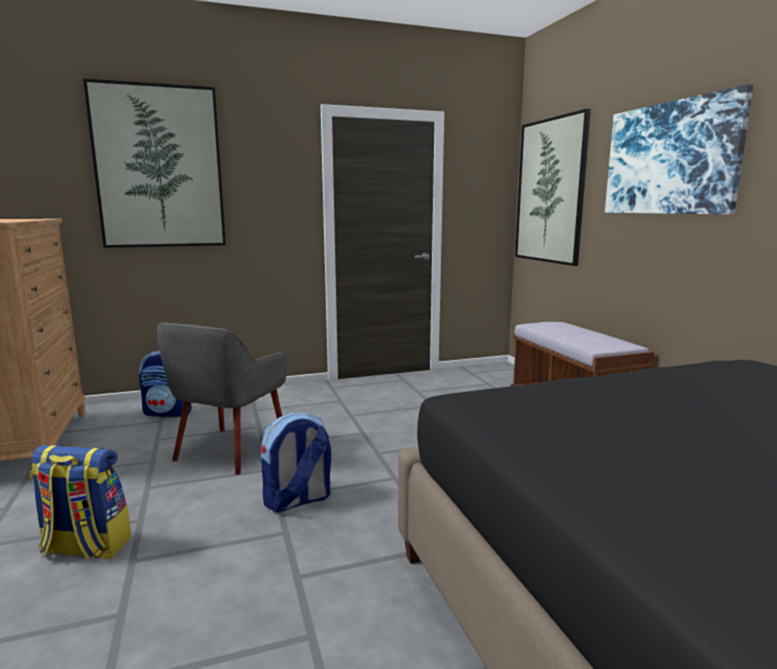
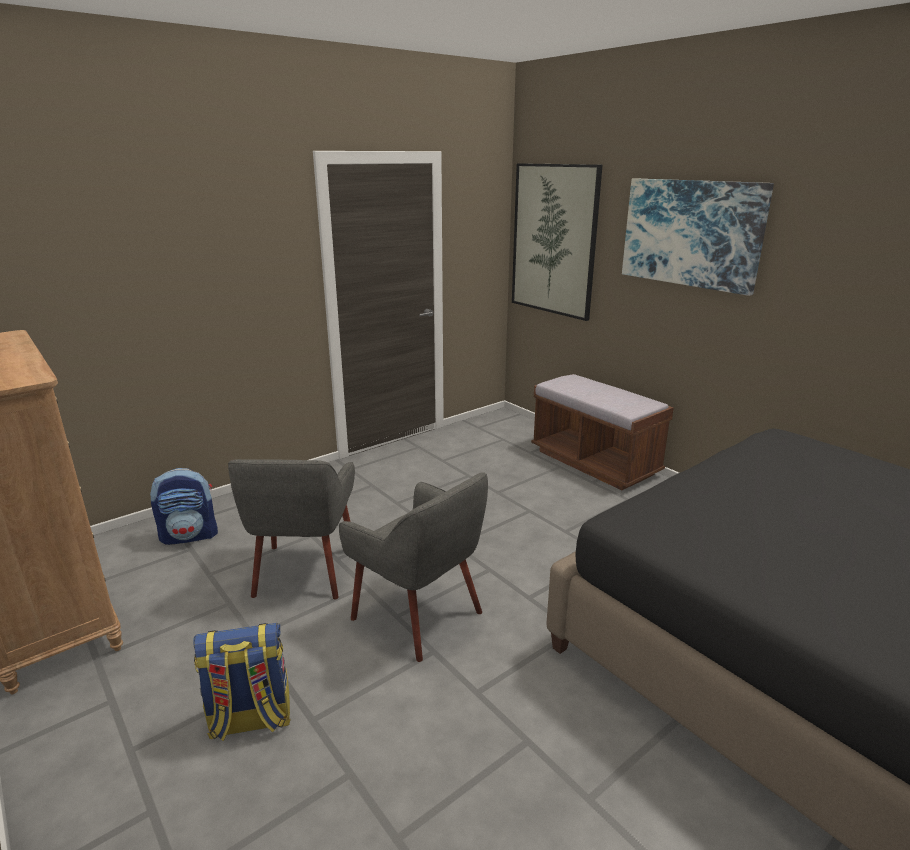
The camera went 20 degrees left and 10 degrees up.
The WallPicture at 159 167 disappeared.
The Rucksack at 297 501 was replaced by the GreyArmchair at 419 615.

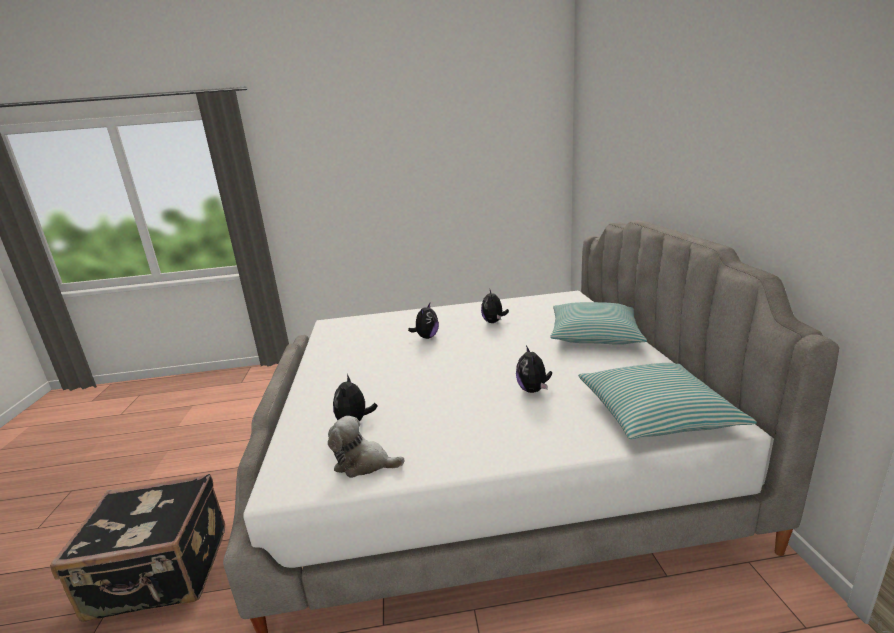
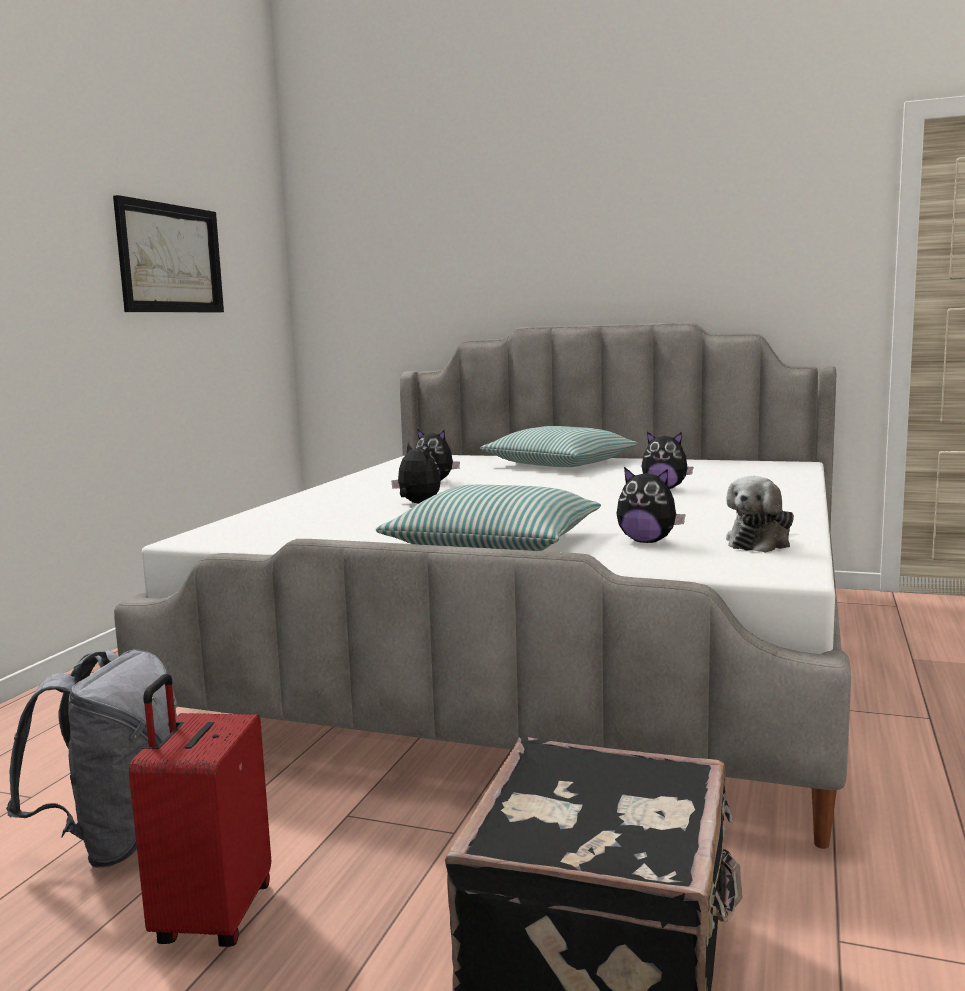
The camera went 65 degrees left and 10 degrees down.
The Cushion moved from 655 413 to 494 544.
The WallPicture at 170 259 appeared.
The GreyRucksack at 117 840 appeared.
The RedColouredSuitcase at 211 916 appeared.

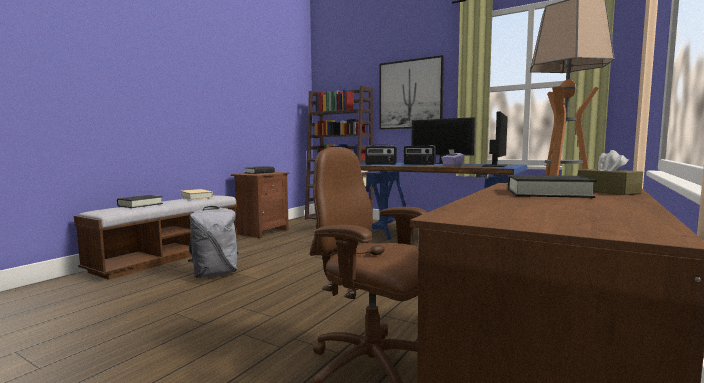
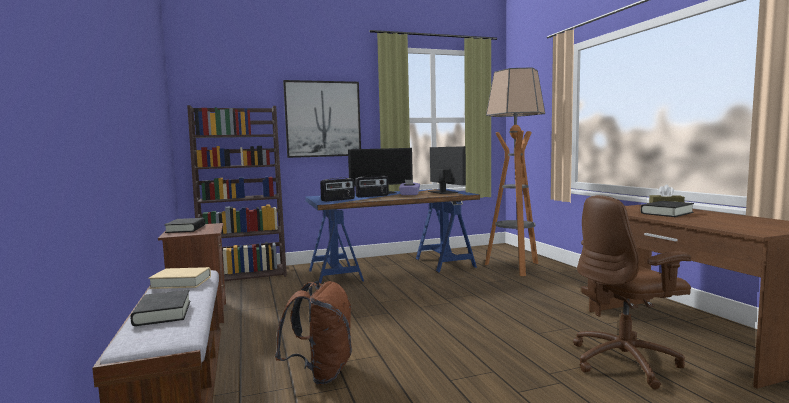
The camera went 50 degrees left and 0 degrees up.
The GreyRucksack at 215 274 became the BrownishRucksack at 321 373.

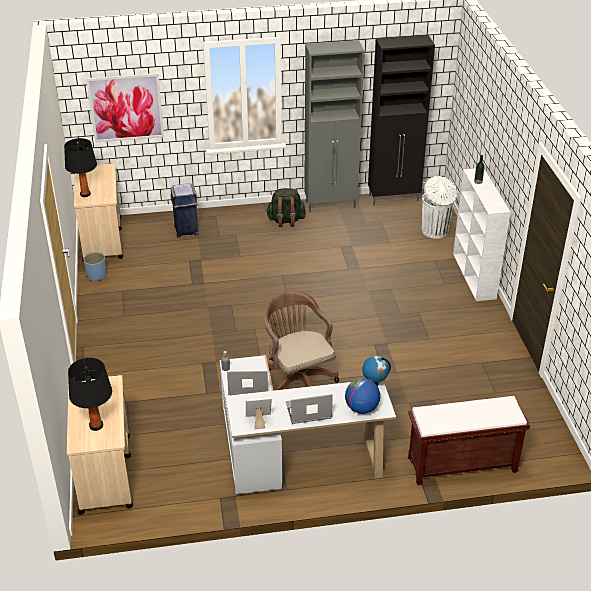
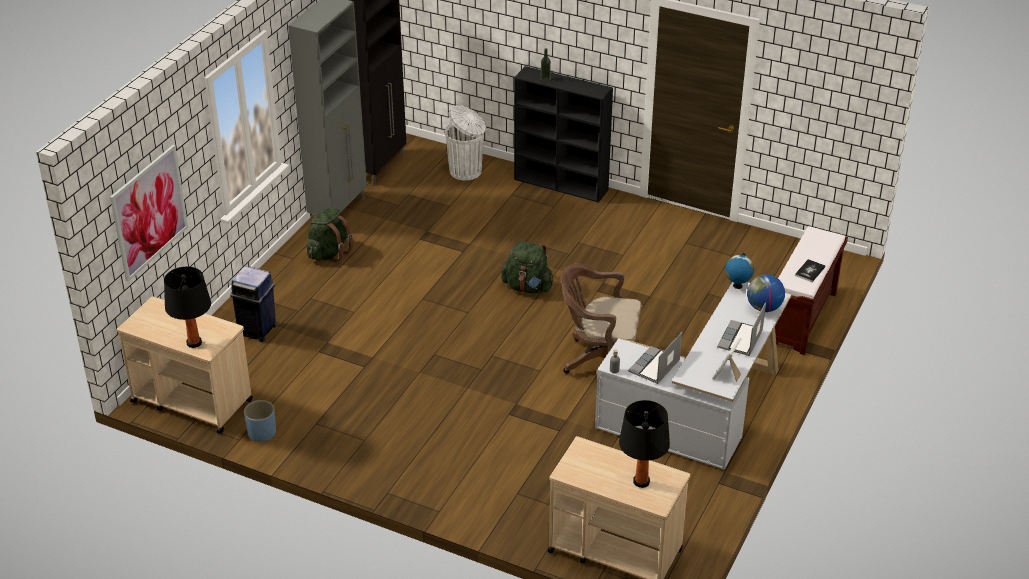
The camera went 55 degrees left and 0 degrees up.
The WhiteColouredShelvingUnit at 474 276 became the BlackShelvingUnit at 562 185.
The GreenRucksack at 528 287 appeared.
The Book at 810 271 appeared.

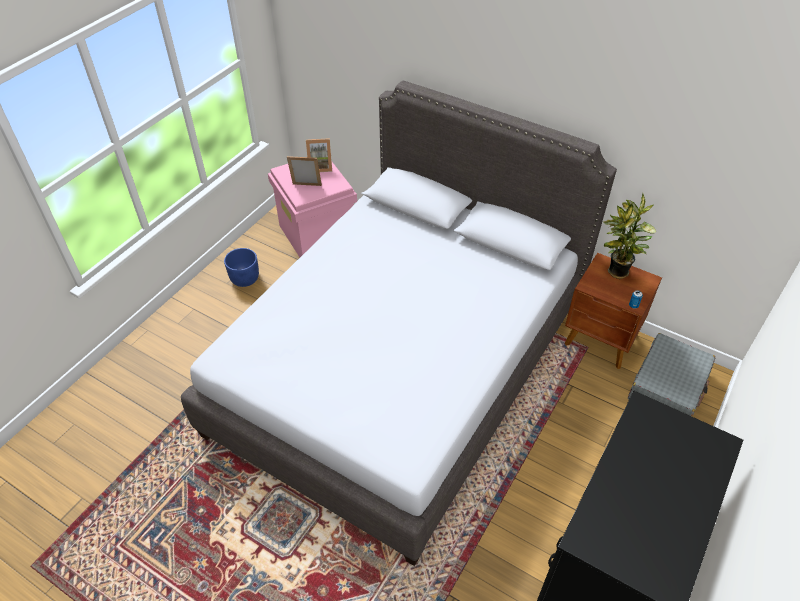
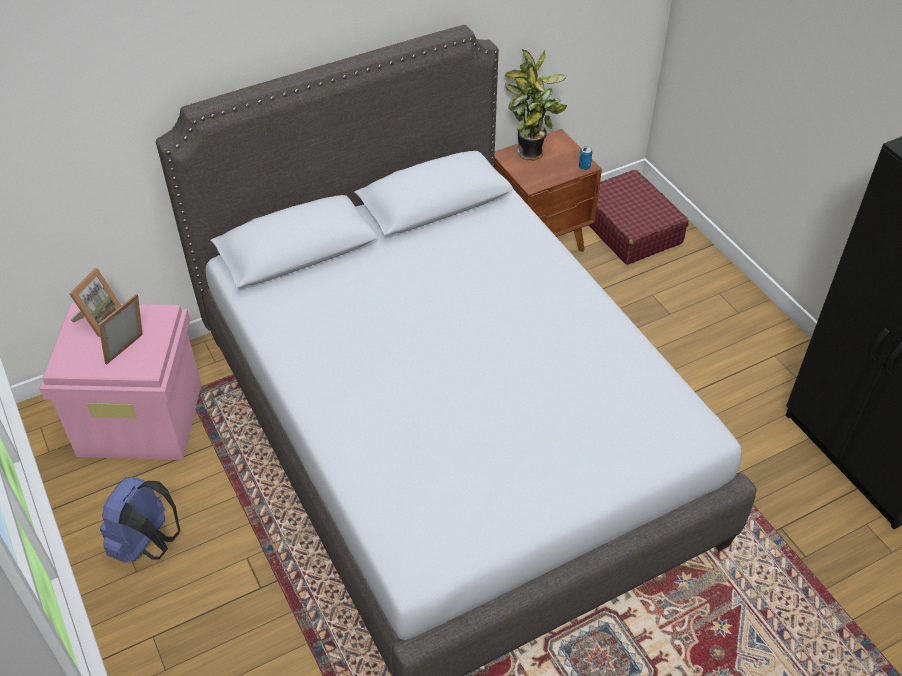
The camera went 60 degrees left and 0 degrees up.
The BluishPlantPot at 244 278 was replaced by the BluishRucksack at 148 544.
The GreySuitcase at 668 386 became the RedColouredSuitcase at 629 228.

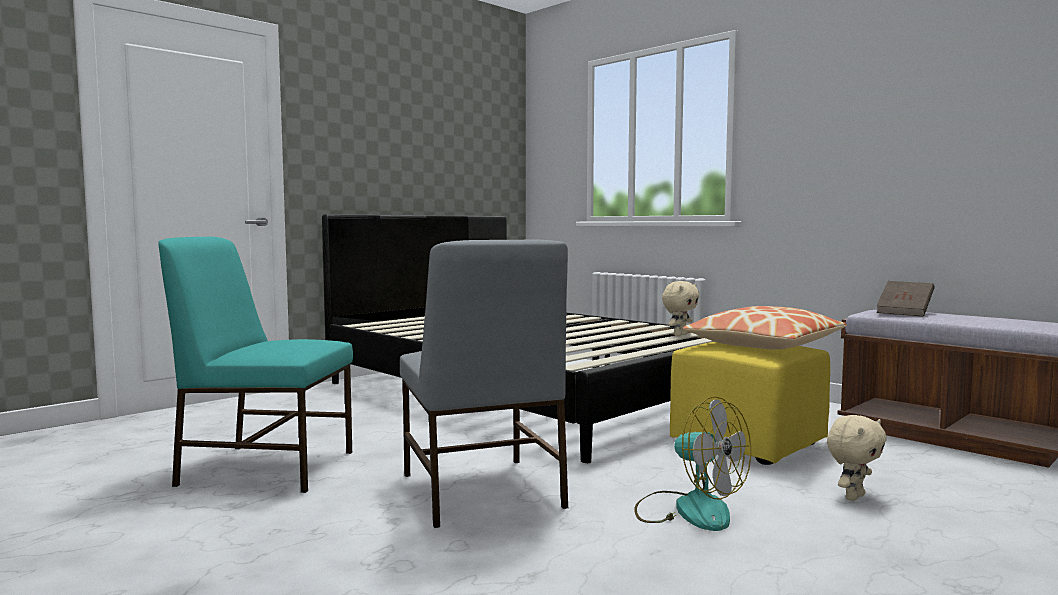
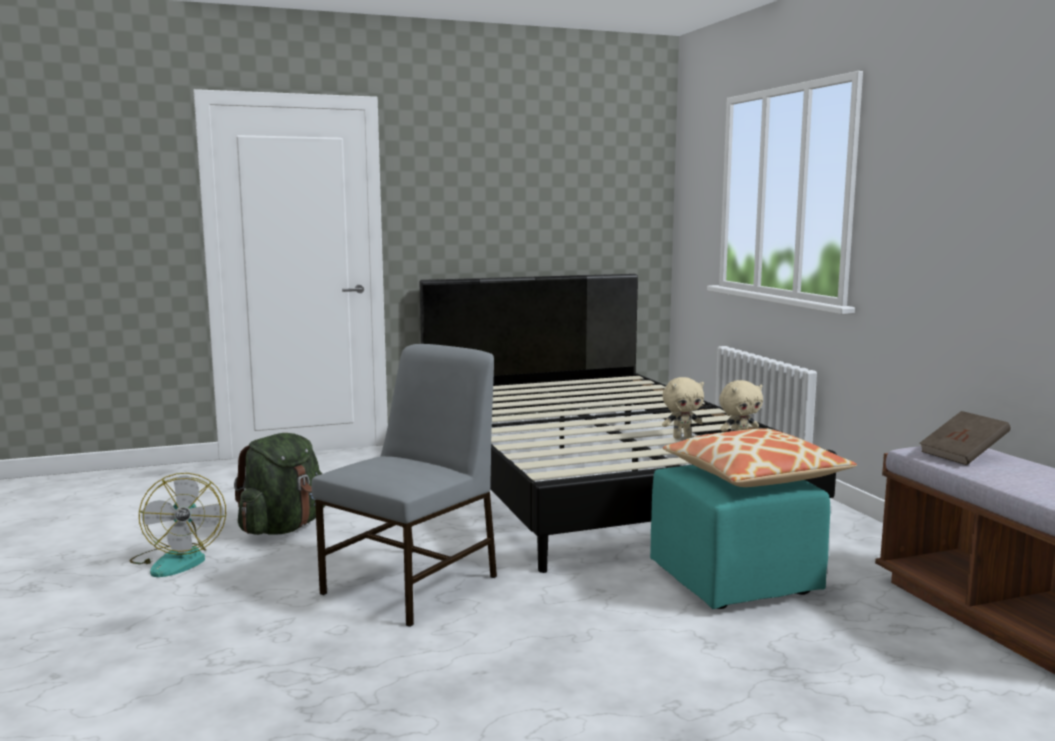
The camera went 25 degrees right and 5 degrees up.
The BlueGreenPlainChair at 265 467 was replaced by the GreenRucksack at 283 528.
The GreyPlainChair at 480 492 turned 150 degrees counterclockwise.
The YellowPouffe at 748 444 became the BlueGreenPouffe at 734 580.
The ElectricFan moved from 689 510 to 178 559.
The BeigeColouredPlushToy moved from 853 497 to 682 437.

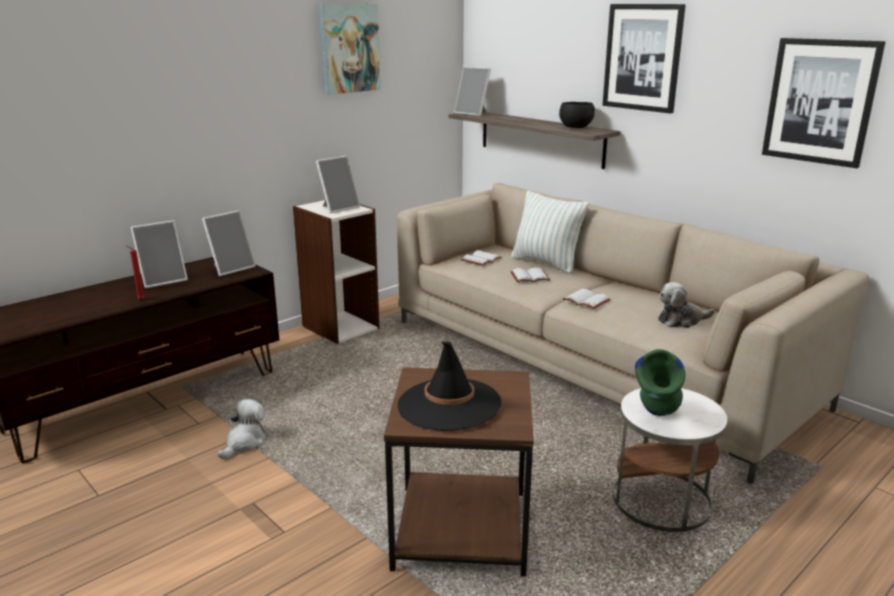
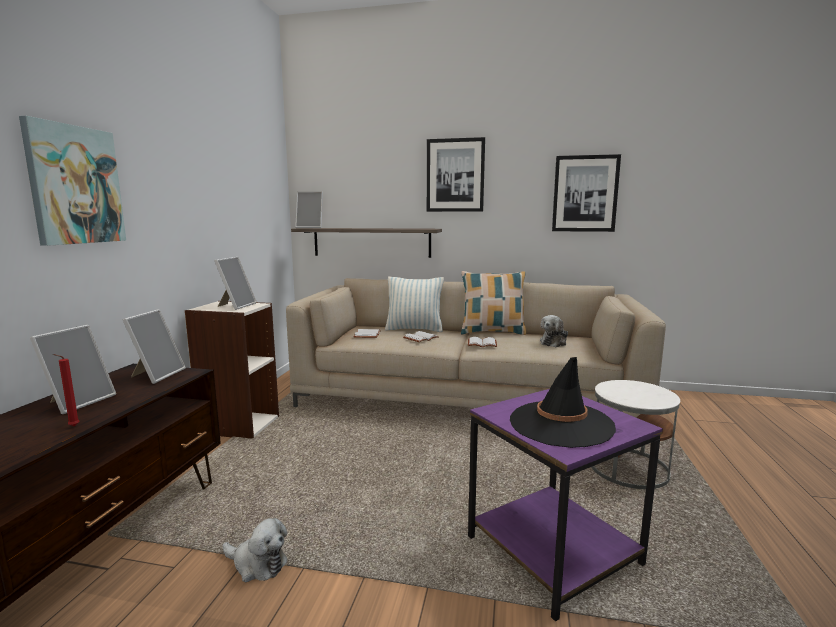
The camera went 35 degrees left and 10 degrees down.
The WallPicture moved from 349 48 to 75 185.
The BlackServingBowl at 575 128 disappeared.
The GreenDecorativeVase at 656 418 disappeared.
The BrownishAccentTable at 459 531 became the PurpleColouredAccentTable at 553 553.
The PlushToy at 245 442 turned 120 degrees clockwise.
The Cushion at 492 332 appeared.

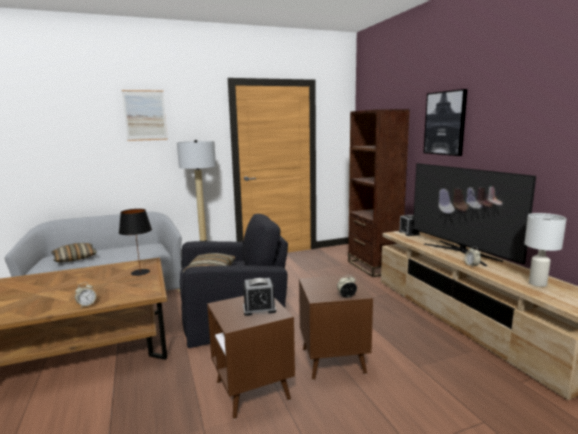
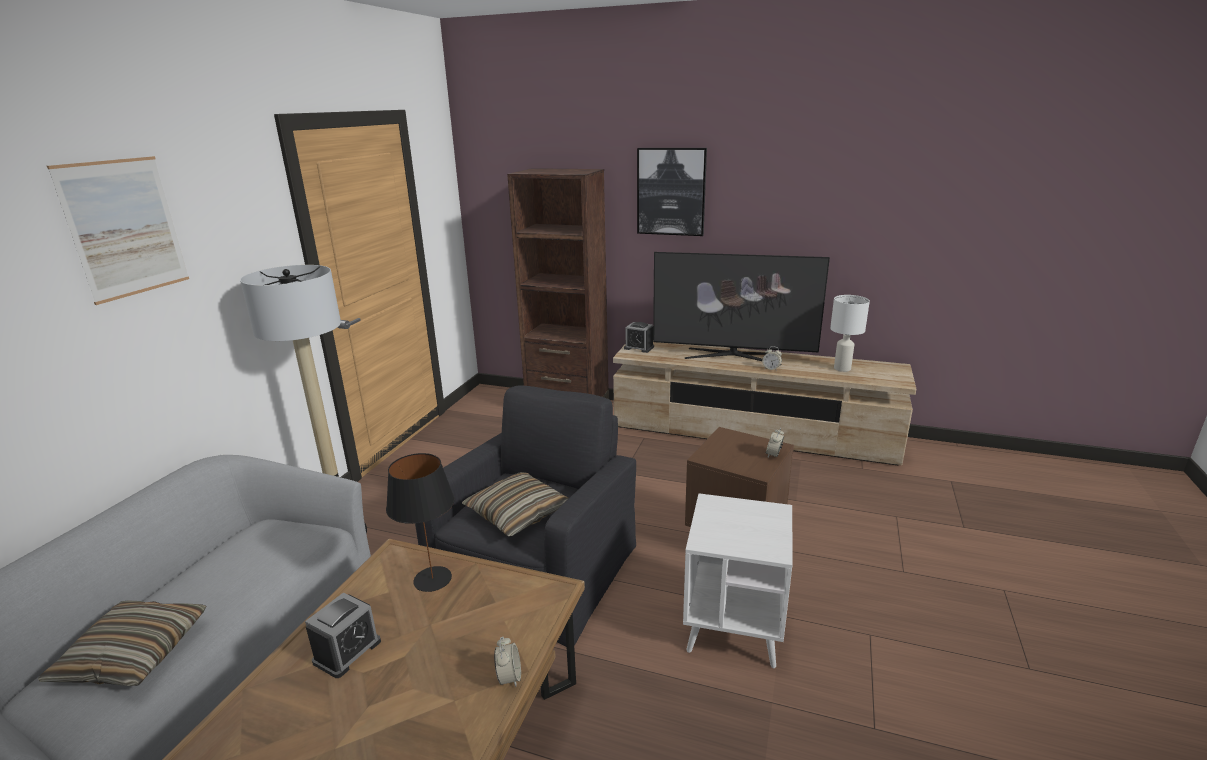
The camera went 50 degrees left and 10 degrees up.
The TableClock moved from 259 309 to 347 651.
The BrownishAccentTable at 252 390 became the WhiteColouredAccentTable at 733 629.

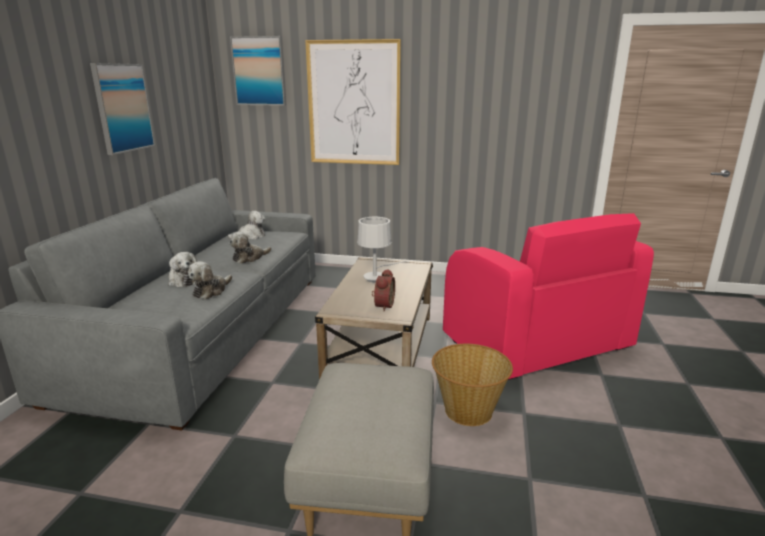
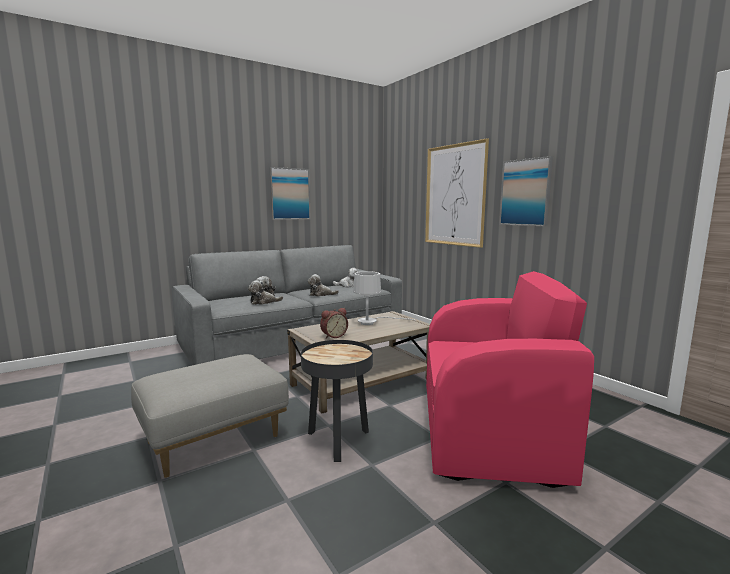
The camera went 45 degrees right and 10 degrees down.
The WallPicture moved from 259 71 to 525 192.
The PinkishArmchair at 535 344 turned 105 degrees counterclockwise.
The HouseholdBasket at 468 410 was replaced by the BlackAccentTable at 338 441.

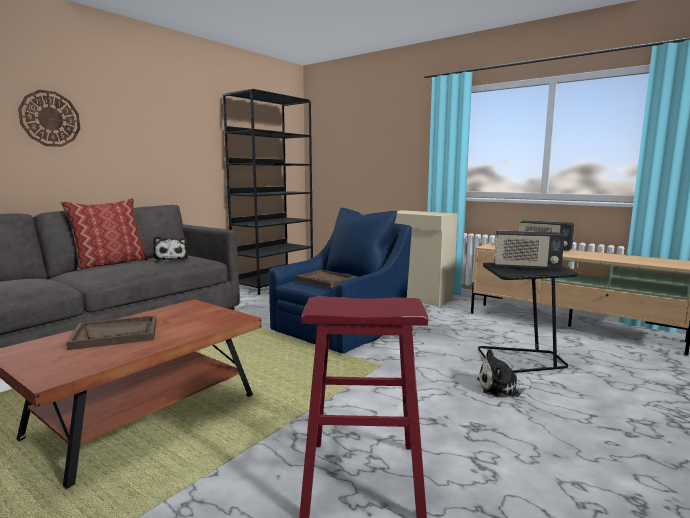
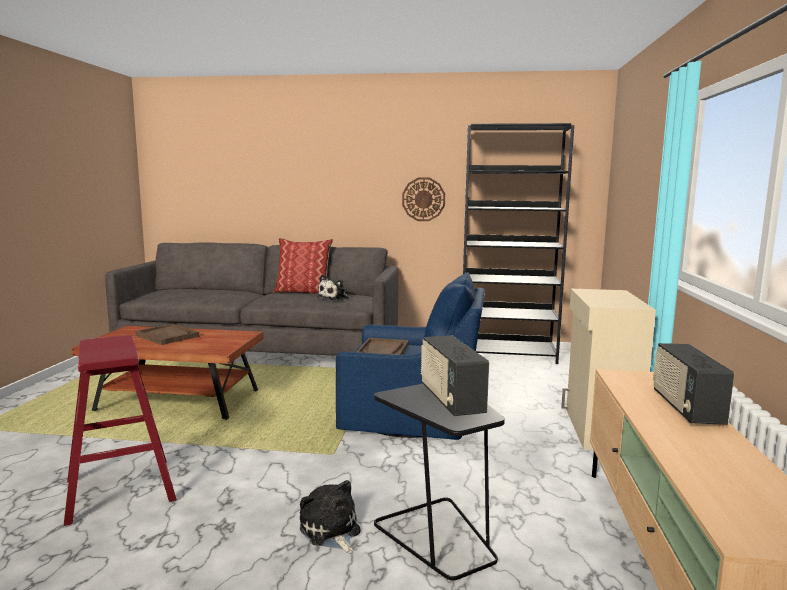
The camera went 60 degrees right and 0 degrees up.
The WallClock moved from 50 119 to 423 199.

